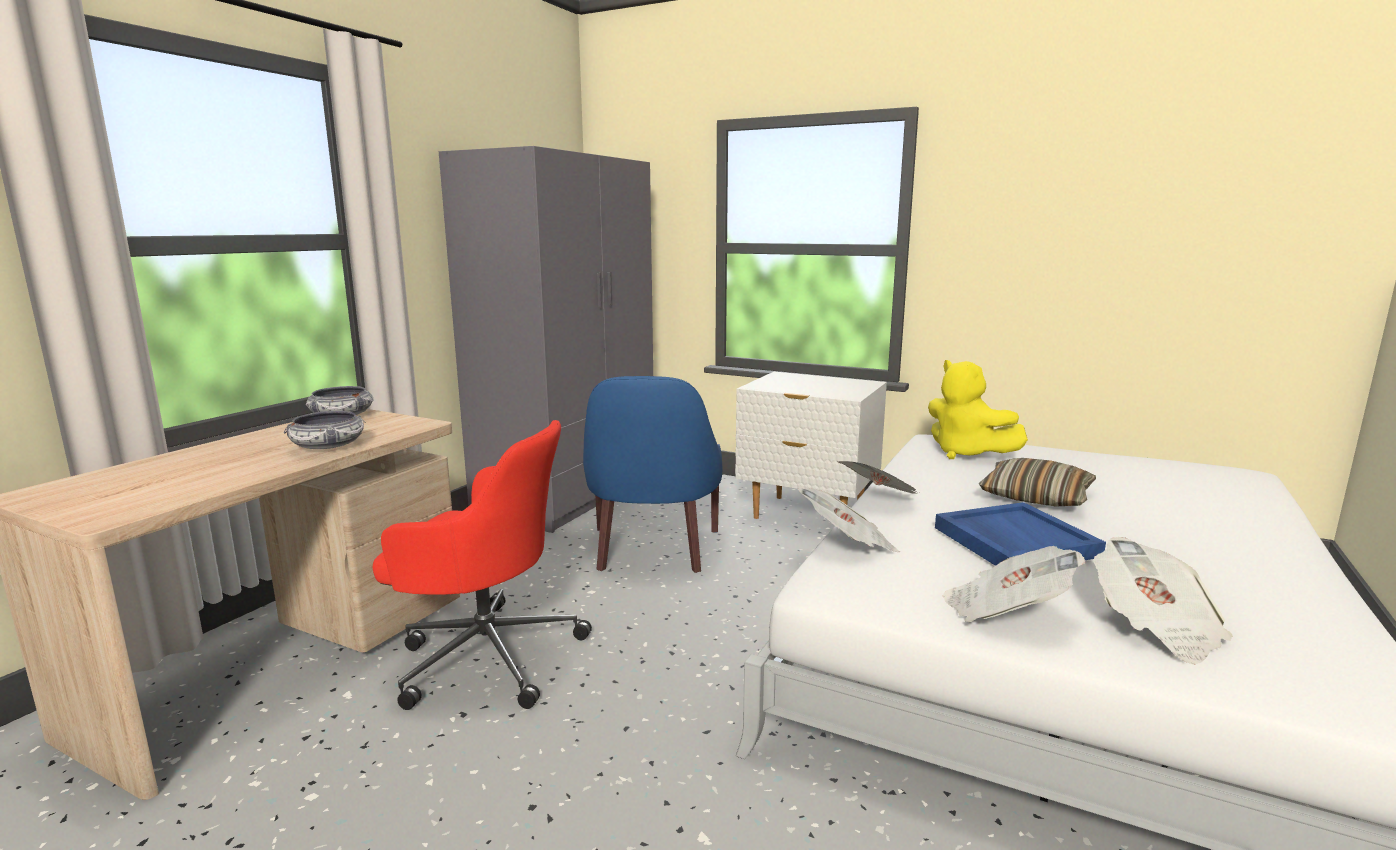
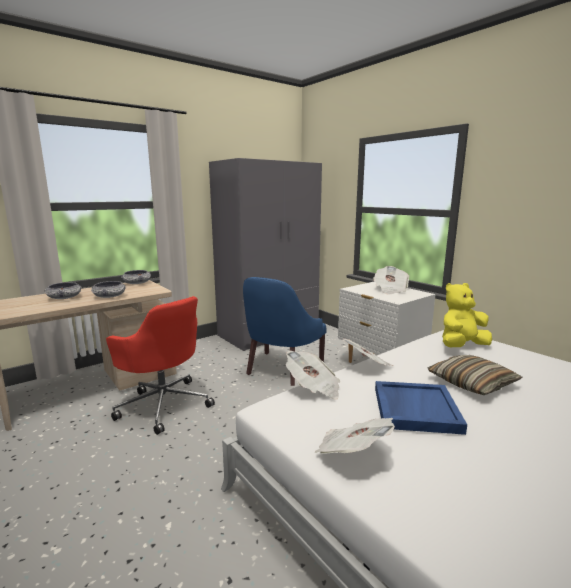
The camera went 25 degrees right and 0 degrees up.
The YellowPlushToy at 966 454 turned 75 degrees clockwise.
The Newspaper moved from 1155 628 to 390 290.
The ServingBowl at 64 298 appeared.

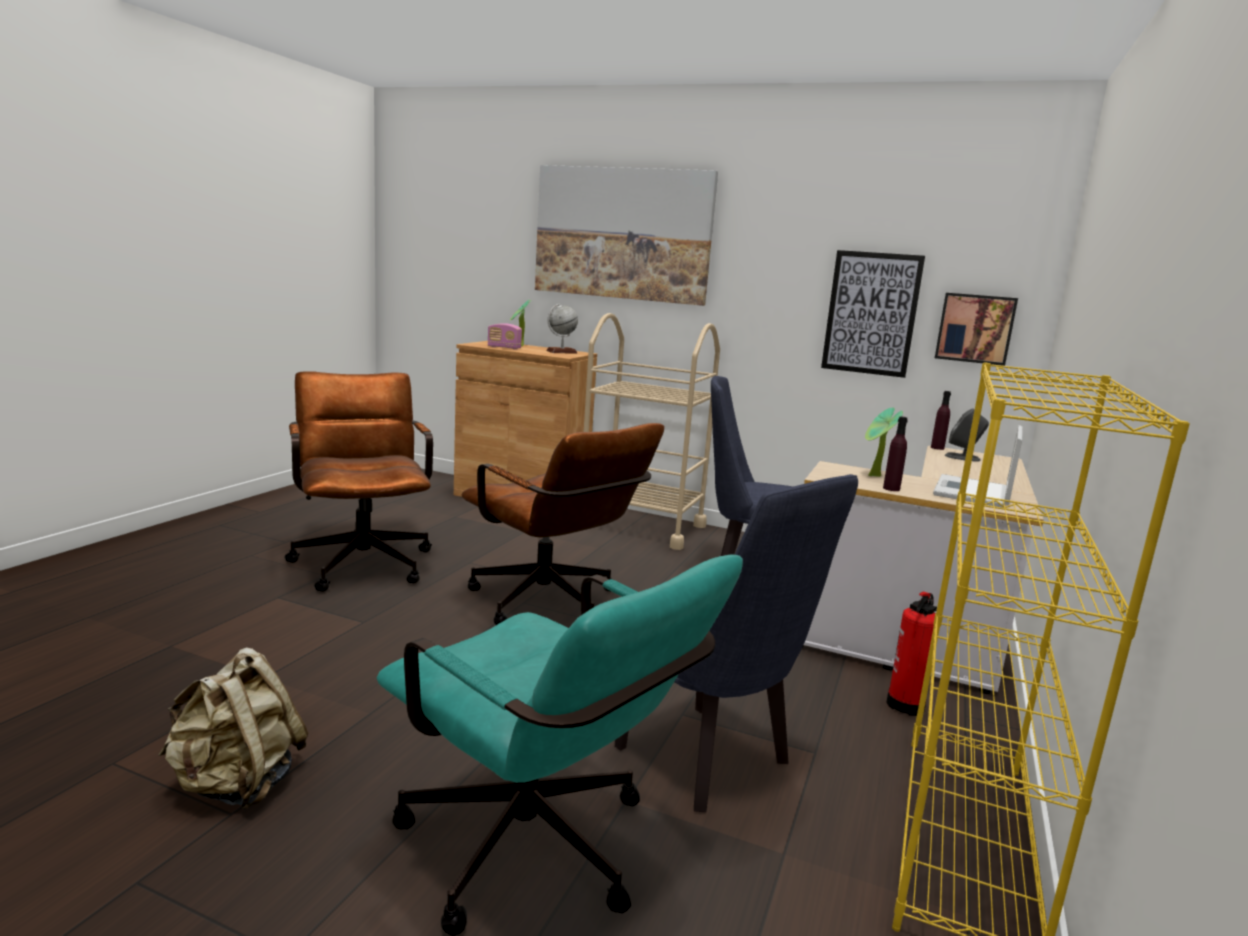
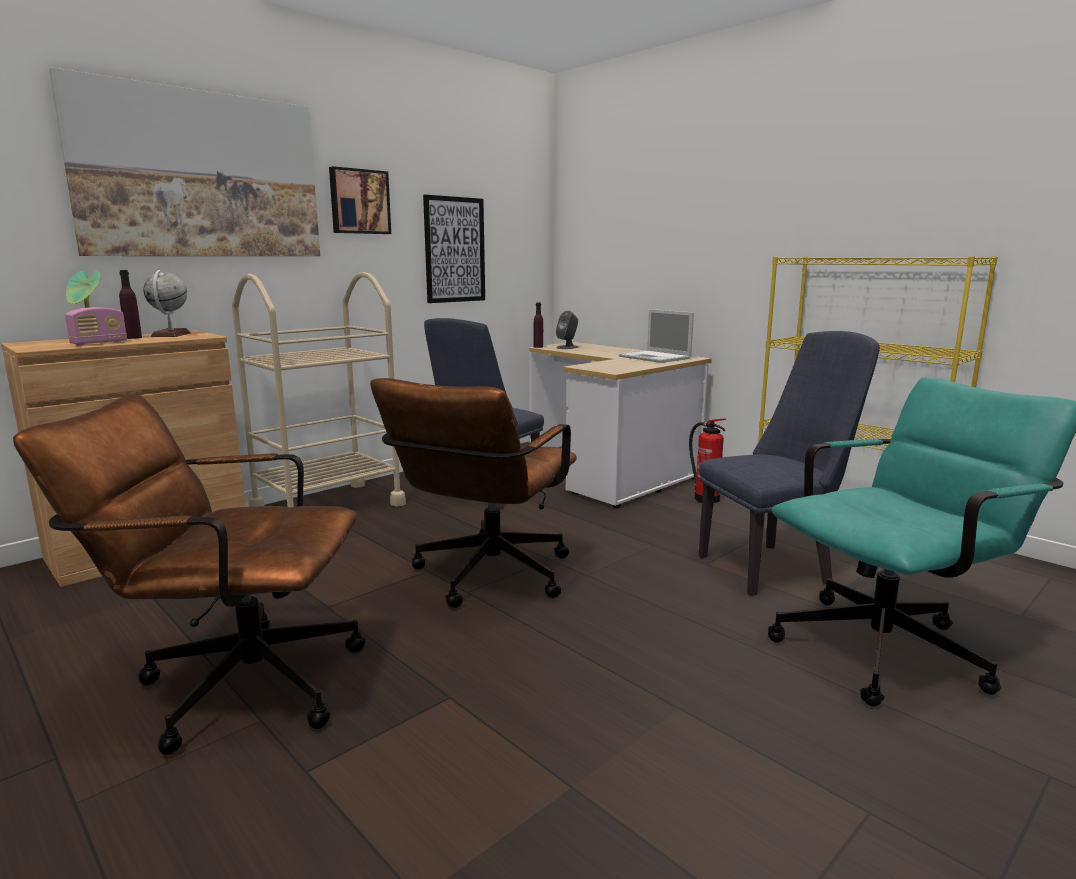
The camera went 65 degrees left and 0 degrees up.
The WallPicture moved from 975 328 to 359 201.
The PottedPlant at 874 476 disappeared.
The PurpleColouredDrinkBottle moved from 891 488 to 133 338.
The BrownishComputerChair at 552 605 turned 135 degrees clockwise.
The BeigeColouredRucksack at 237 784 disappeared.

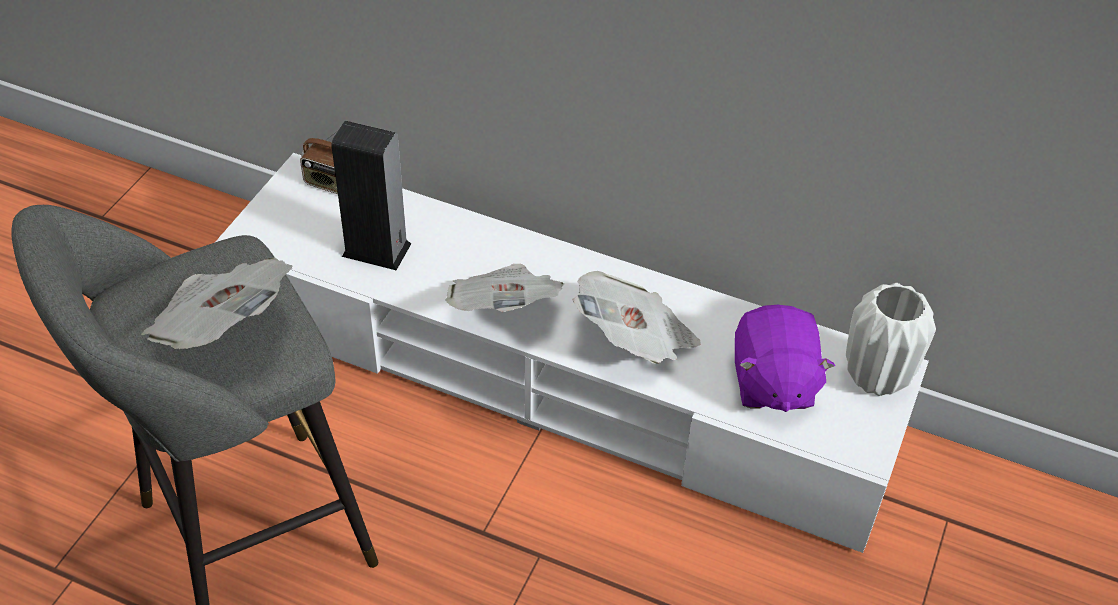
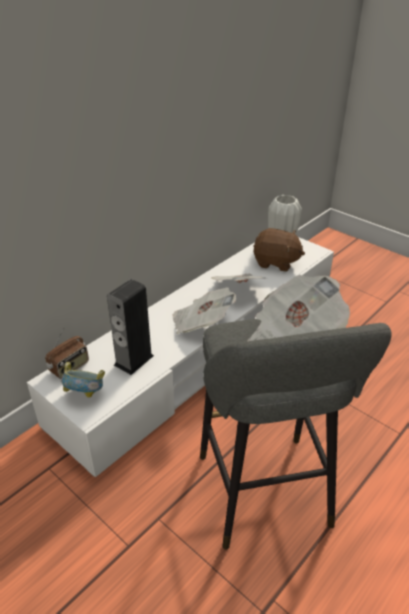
The camera went 70 degrees left and 10 degrees down.
The PurpleColouredPlushToy at 772 383 became the BrownishPlushToy at 276 262.
The ServingBowl at 85 394 appeared.

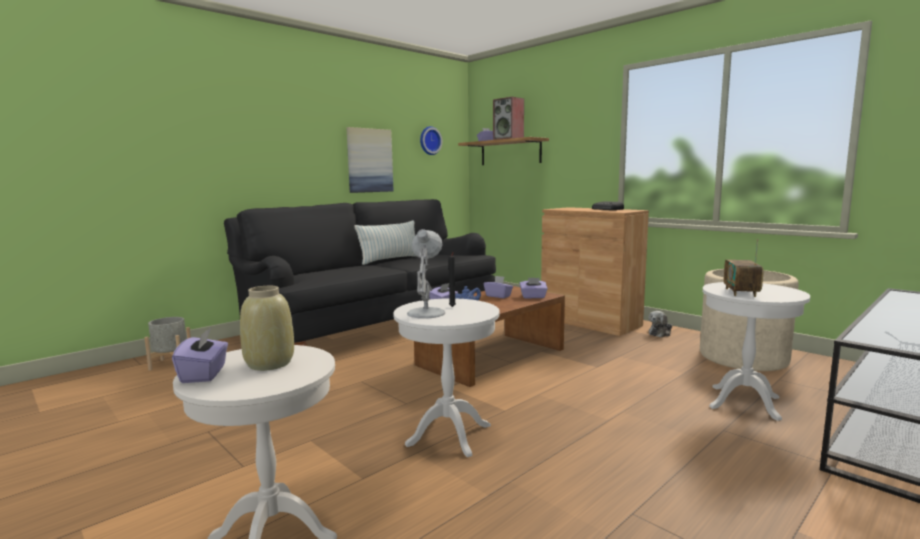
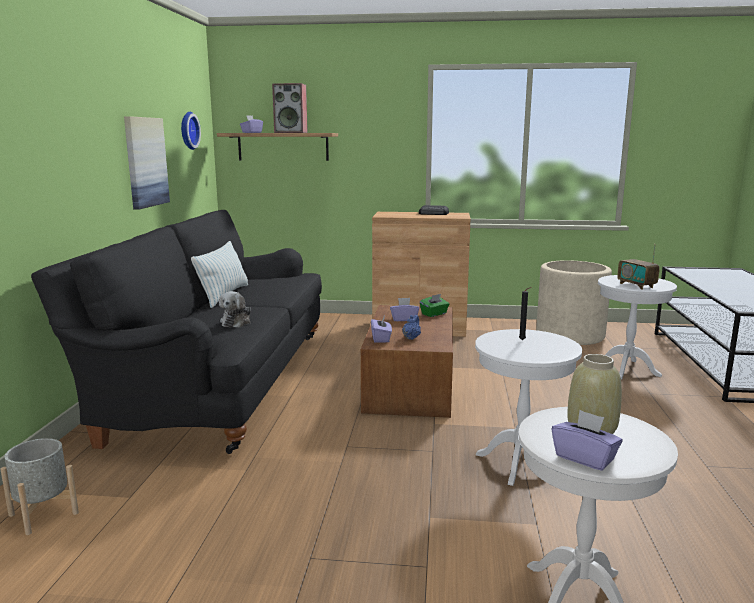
The camera went 40 degrees left and 5 degrees up.
The WhiteColouredTableLamp at 426 312 disappeared.
The PurpleColouredTissueBox at 533 297 became the GreenTissueBox at 434 314.
The PlushToy moved from 660 333 to 237 322.

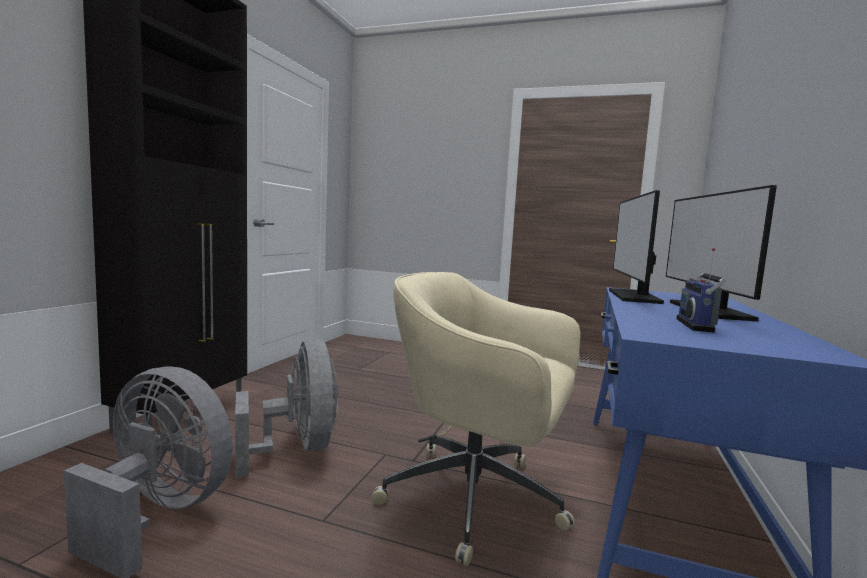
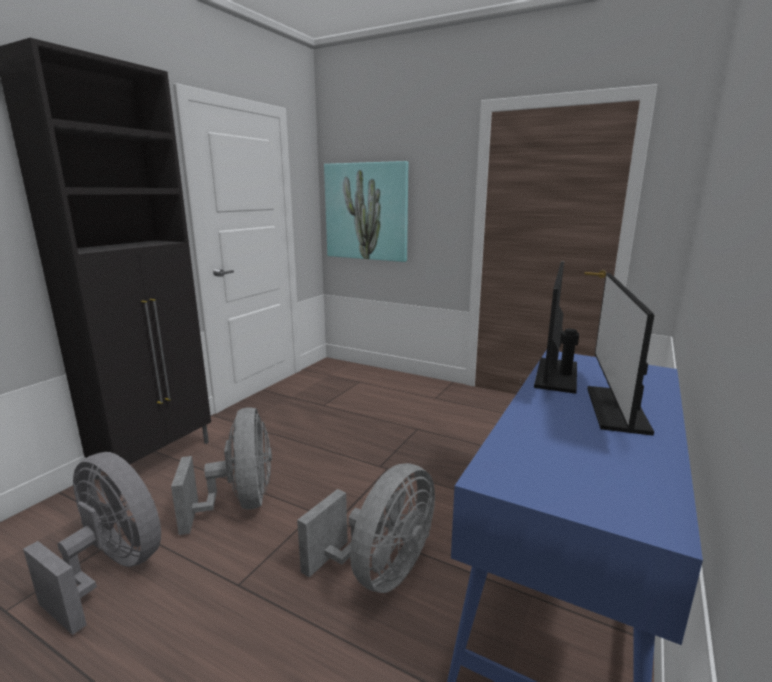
The camera went 10 degrees right and 10 degrees up.
The RadioReceiver at 698 325 disappeared.
The BeigeColouredComputerChair at 478 500 was replaced by the GreyElectricFan at 380 571.
The WallPicture at 366 211 appeared.

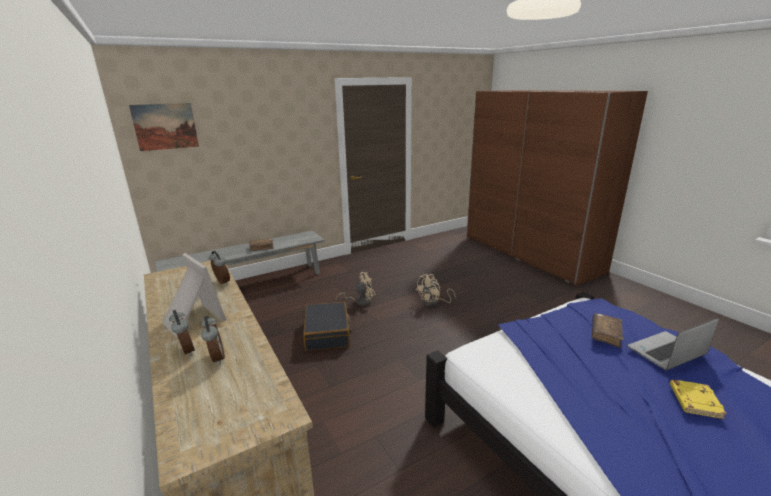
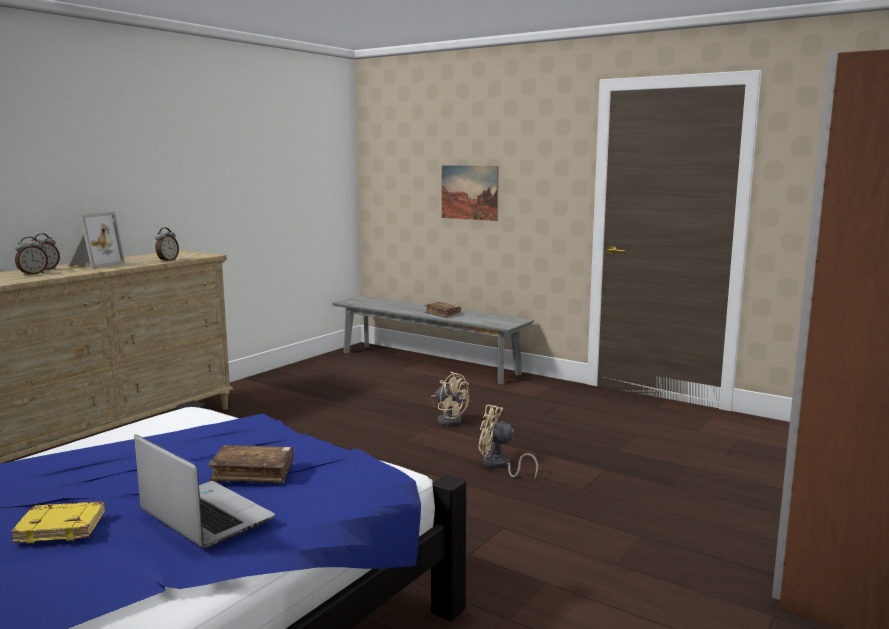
The camera went 65 degrees right and 10 degrees down.
The WallPicture moved from 165 126 to 469 192.
The BlackSuitcase at 327 333 disappeared.

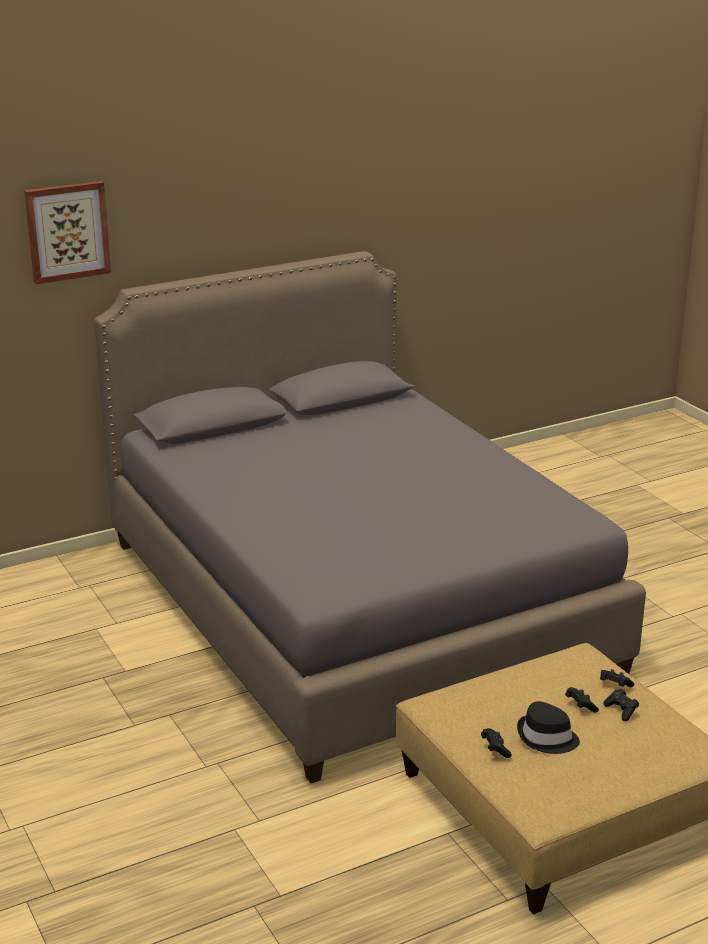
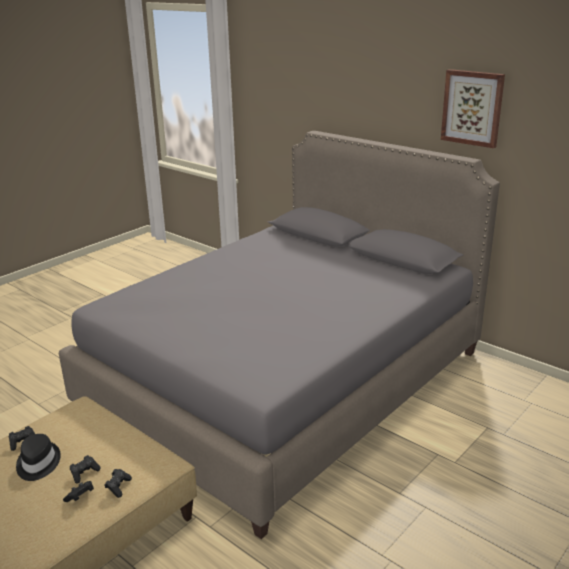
The camera went 70 degrees right and 0 degrees up.
The WallPicture moved from 67 231 to 472 108.

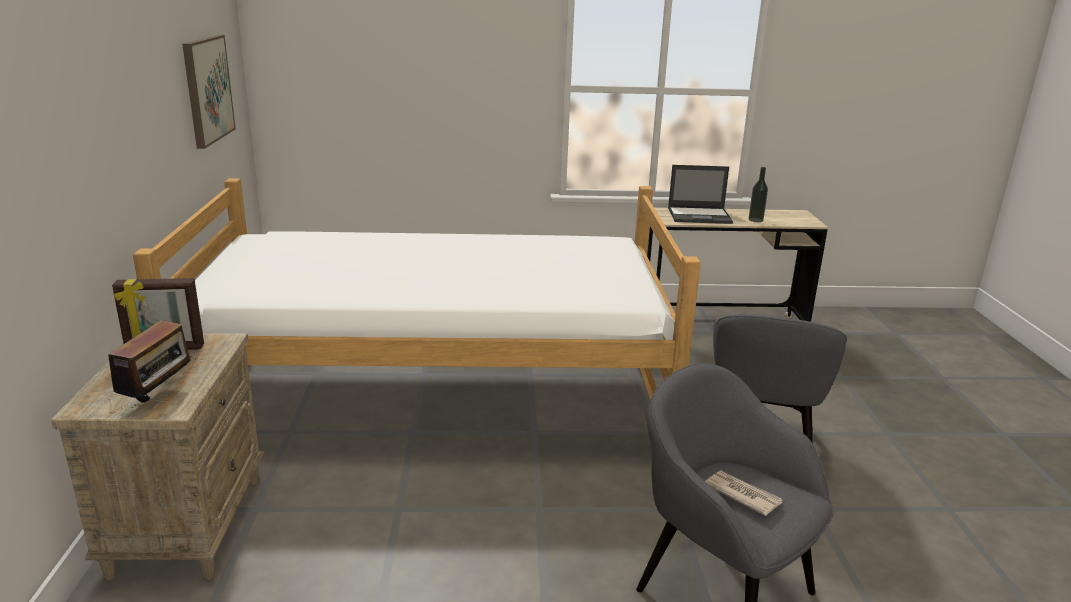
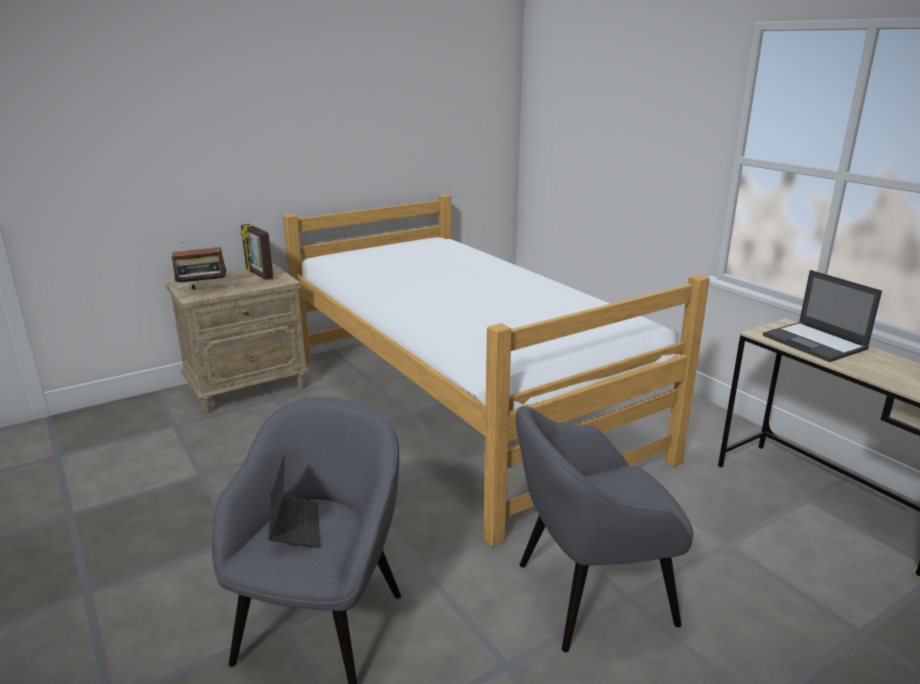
The camera went 60 degrees right and 0 degrees up.
The WallPicture at 207 89 disappeared.
The DrinkBottle at 755 220 disappeared.
The Newspaper at 742 494 was replaced by the NotebookComputer at 295 527.

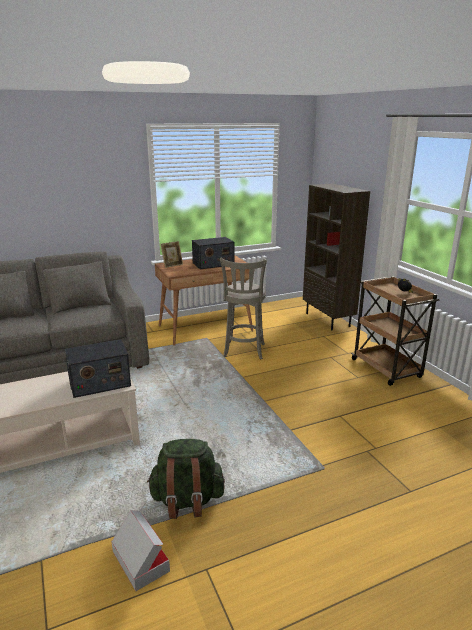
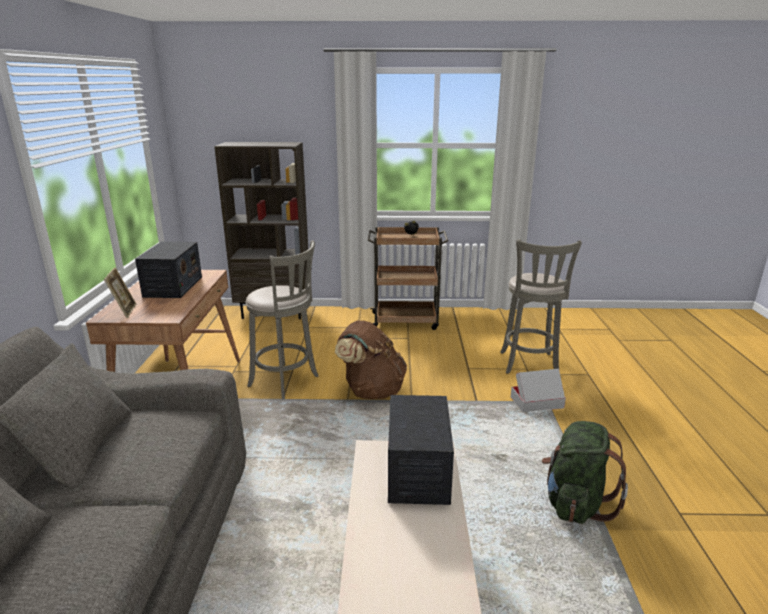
The camera went 65 degrees left and 0 degrees up.
The CardboardBox moved from 140 561 to 536 402.
The GreyStoolSeat at 529 365 appeared.
The BrownishRucksack at 371 391 appeared.

